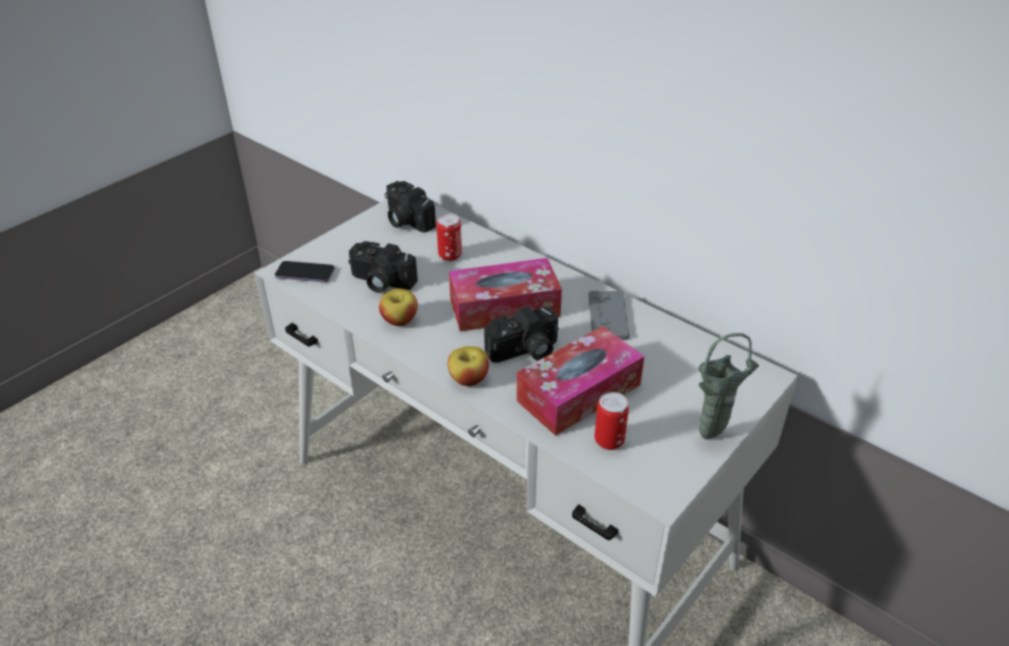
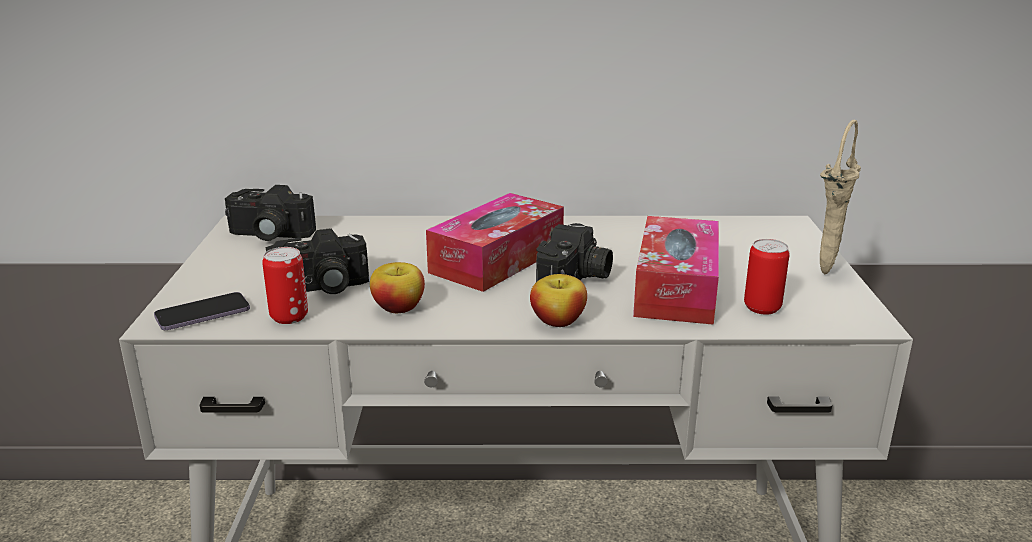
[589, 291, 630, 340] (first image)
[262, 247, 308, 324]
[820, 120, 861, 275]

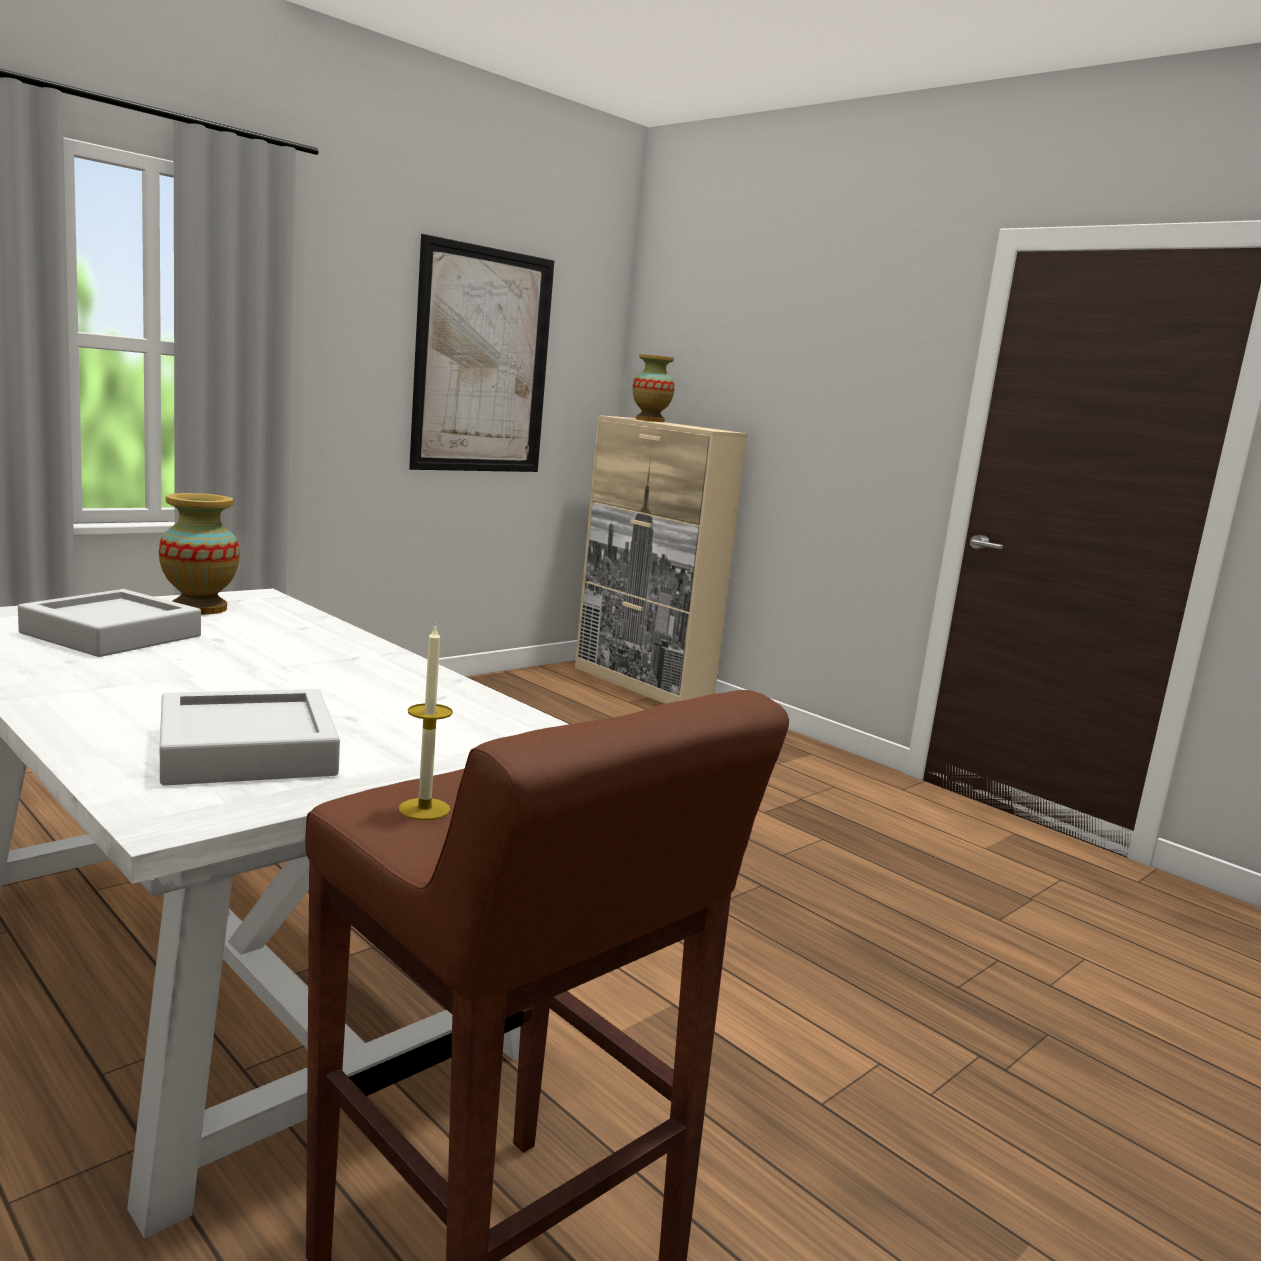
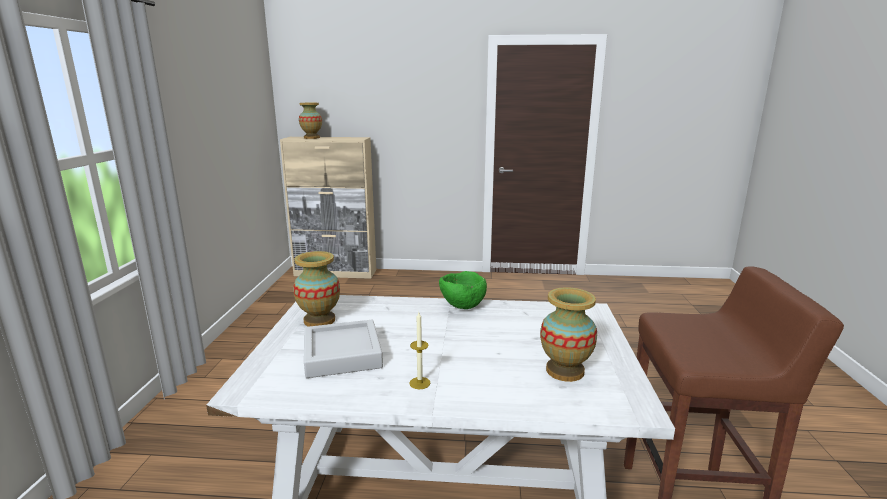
[409, 234, 554, 472] (first image)
[439, 271, 487, 309]
[410, 312, 431, 389]
[540, 287, 597, 382]

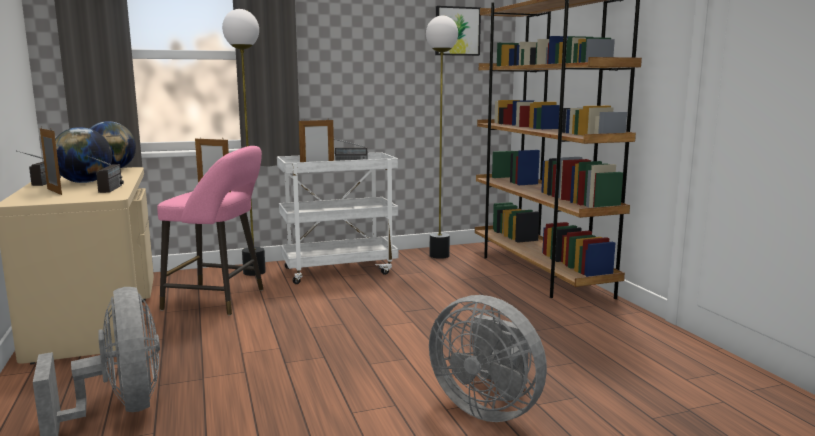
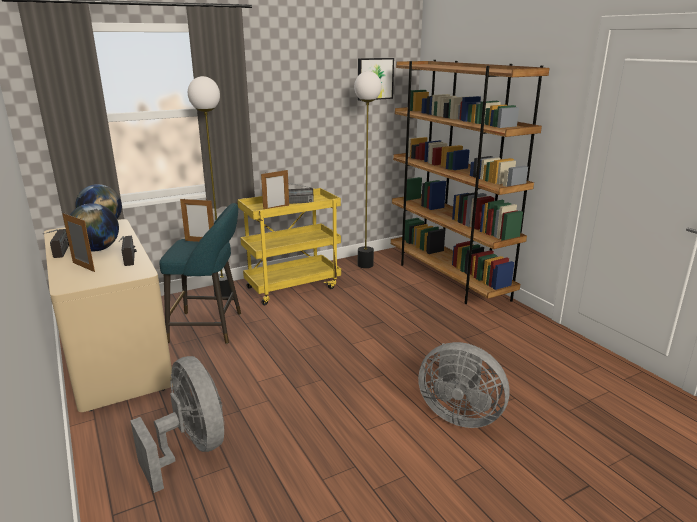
[159, 203, 241, 344]
[237, 188, 341, 305]

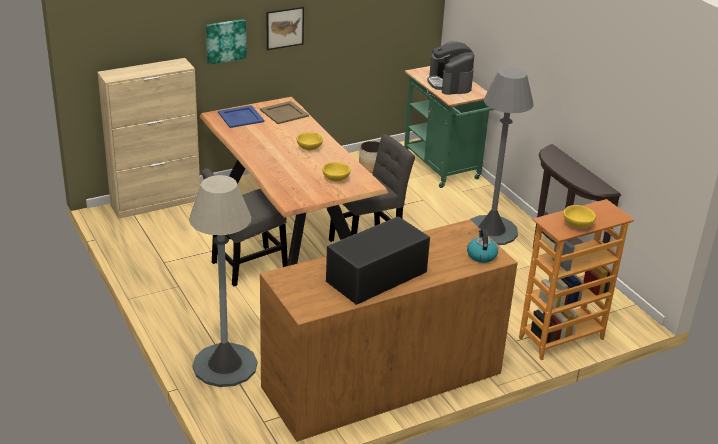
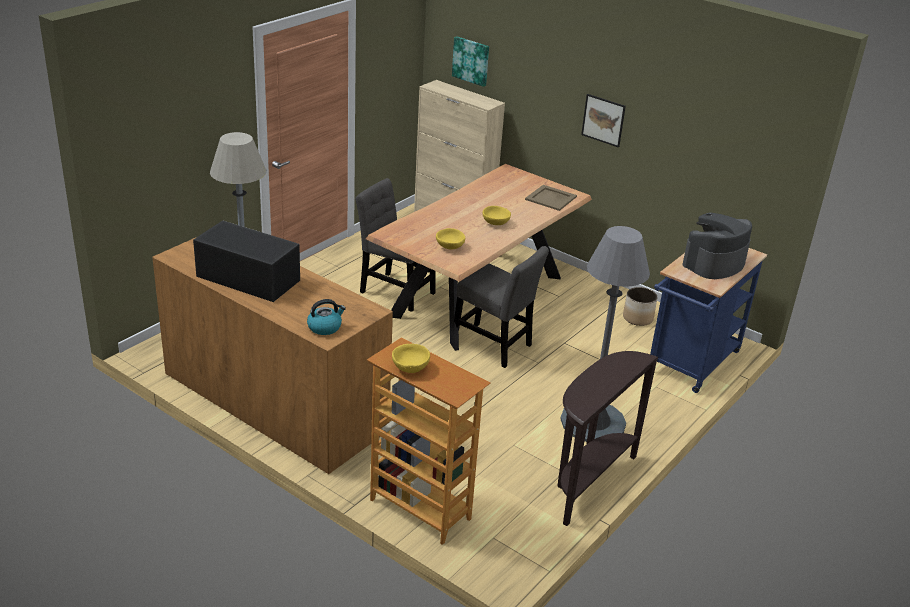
[218, 105, 265, 128] (first image)
[452, 36, 489, 87]
[650, 248, 767, 393]

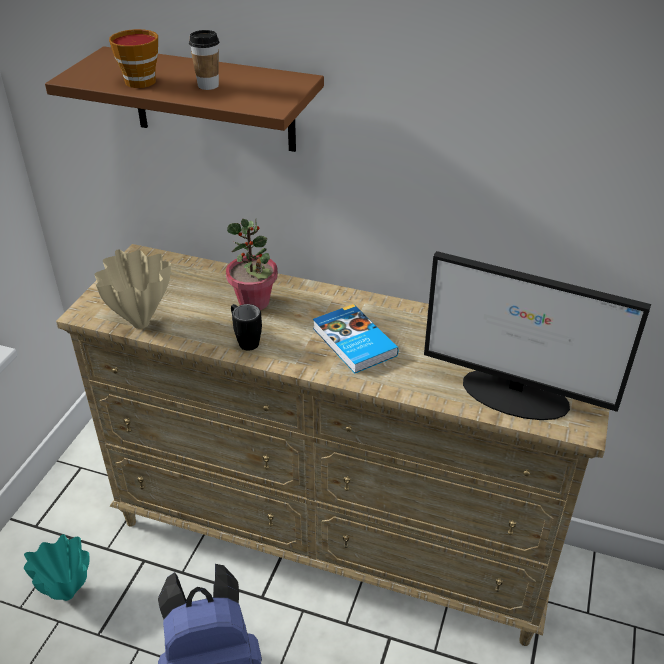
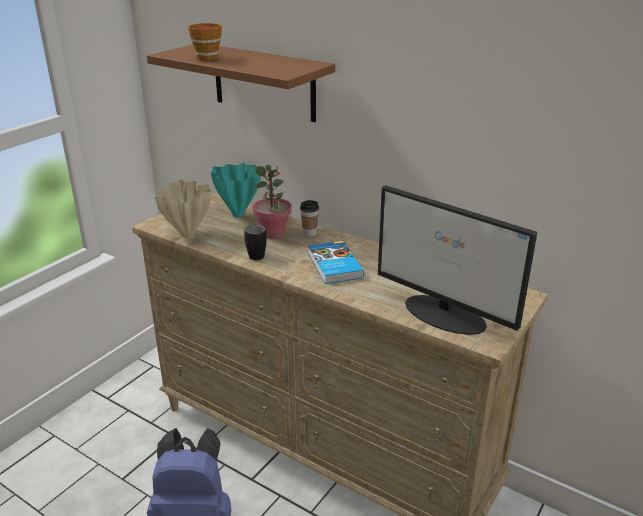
[211, 163, 261, 217]
[300, 200, 319, 237]

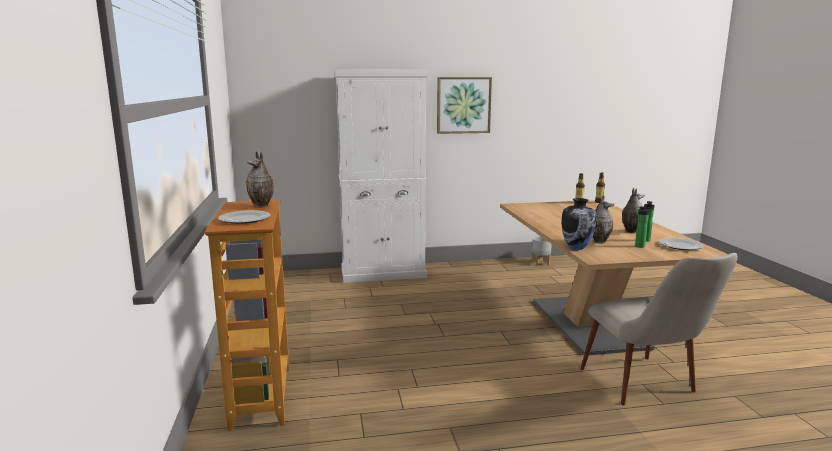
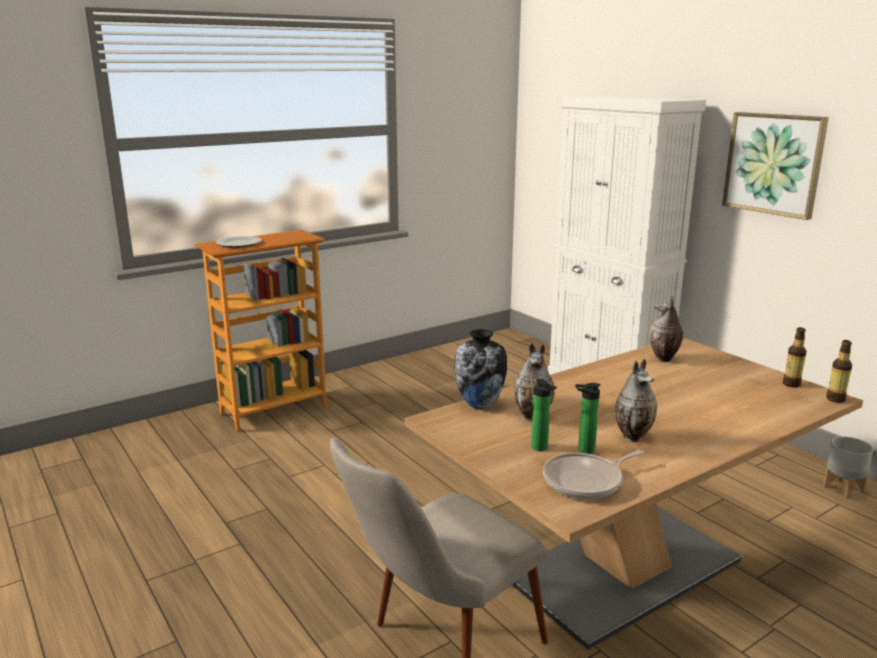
[649, 295, 683, 362]
[543, 450, 644, 499]

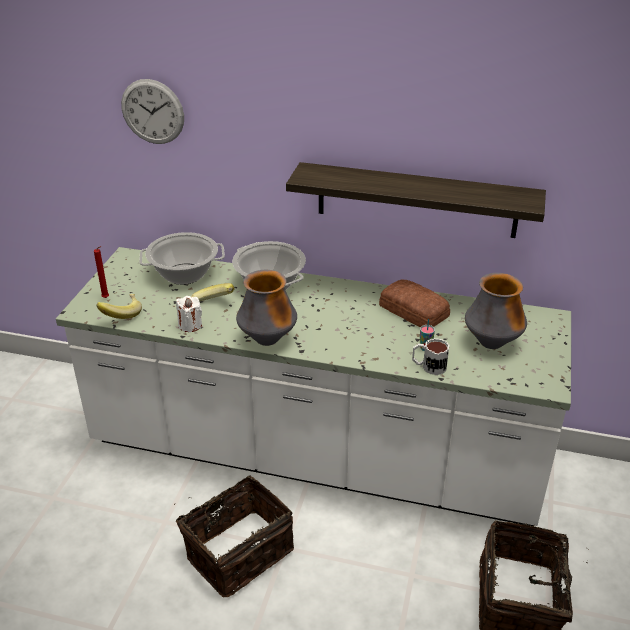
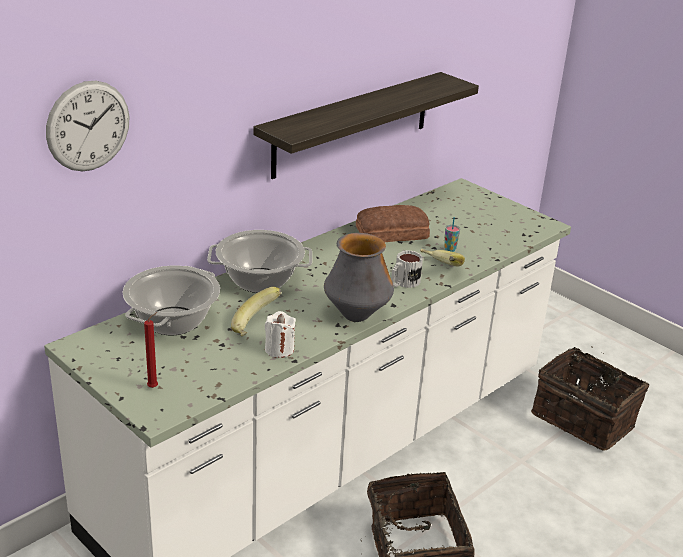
[465, 273, 527, 349] (first image)
[420, 249, 465, 267]
[391, 250, 423, 288]

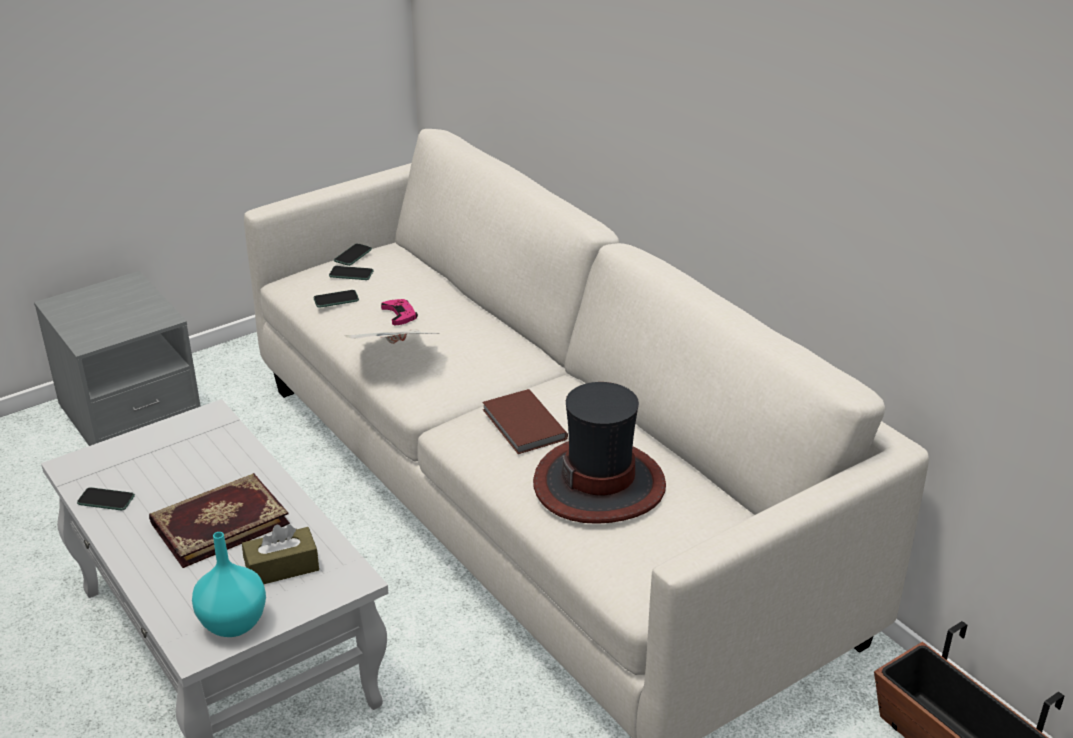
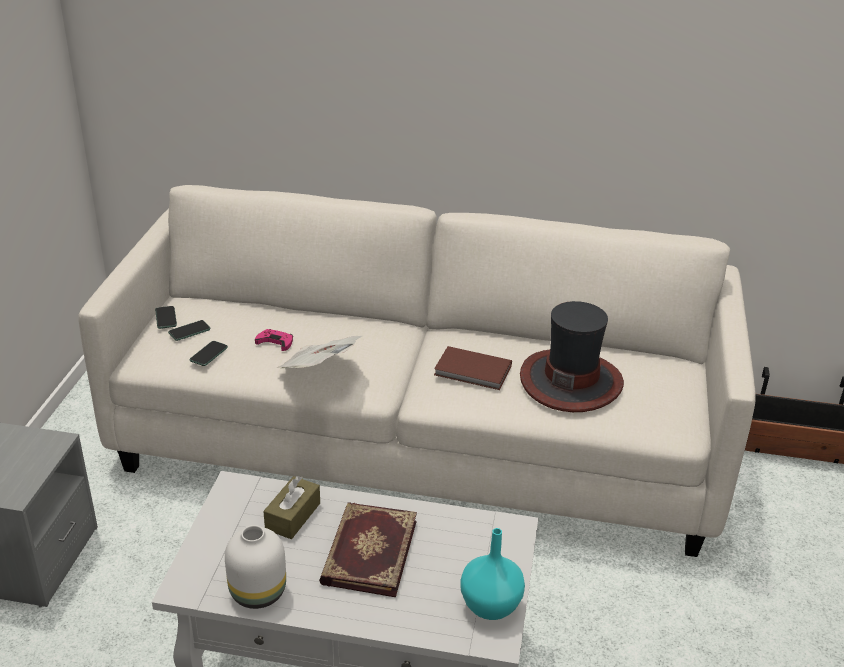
[263, 476, 320, 539]
[225, 525, 286, 609]

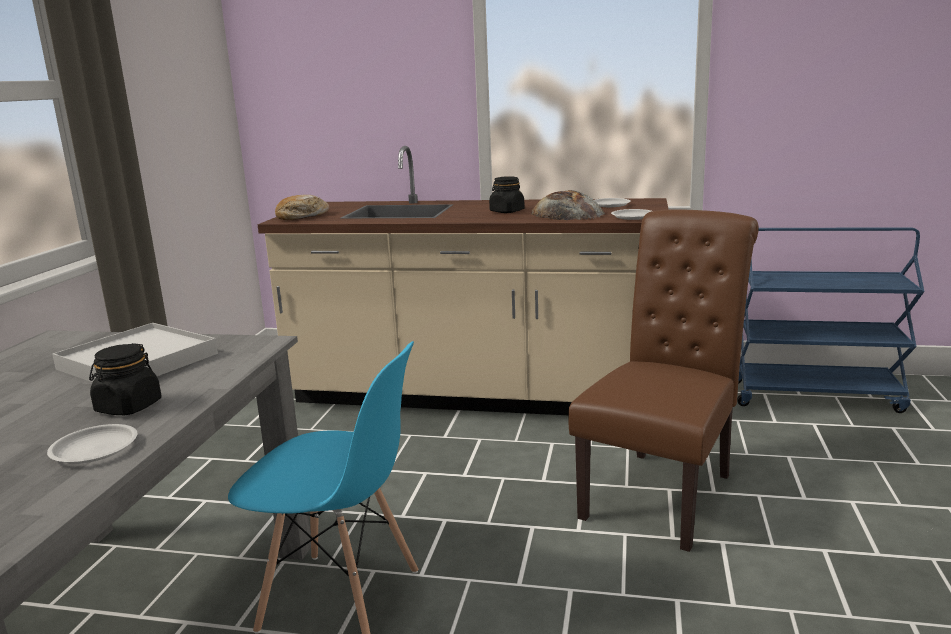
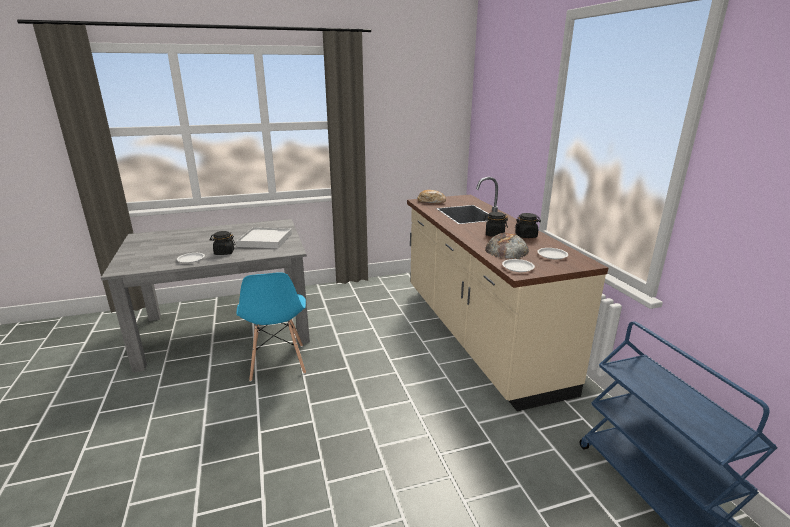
[568, 209, 759, 552] (first image)
[515, 213, 541, 238]

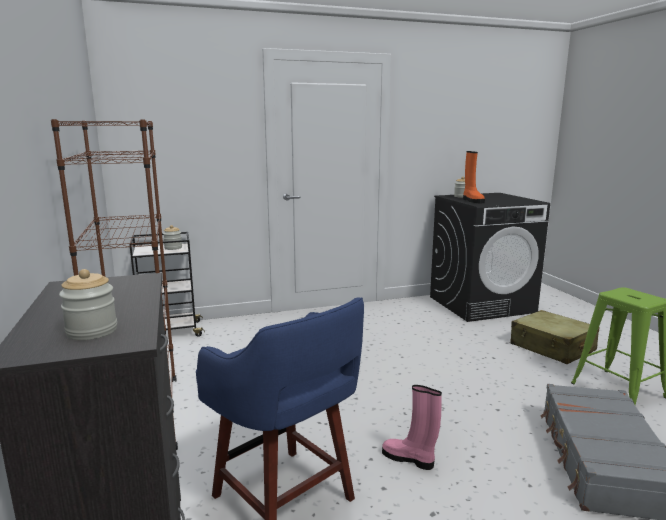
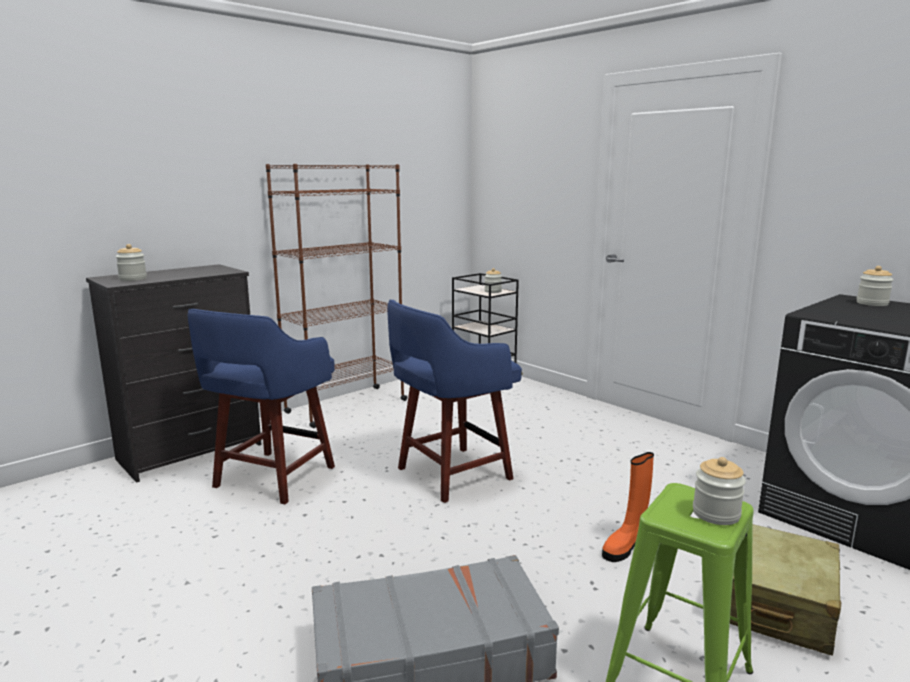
[382, 385, 442, 470] (first image)
[387, 300, 522, 503]
[693, 457, 746, 525]
[602, 452, 654, 562]

